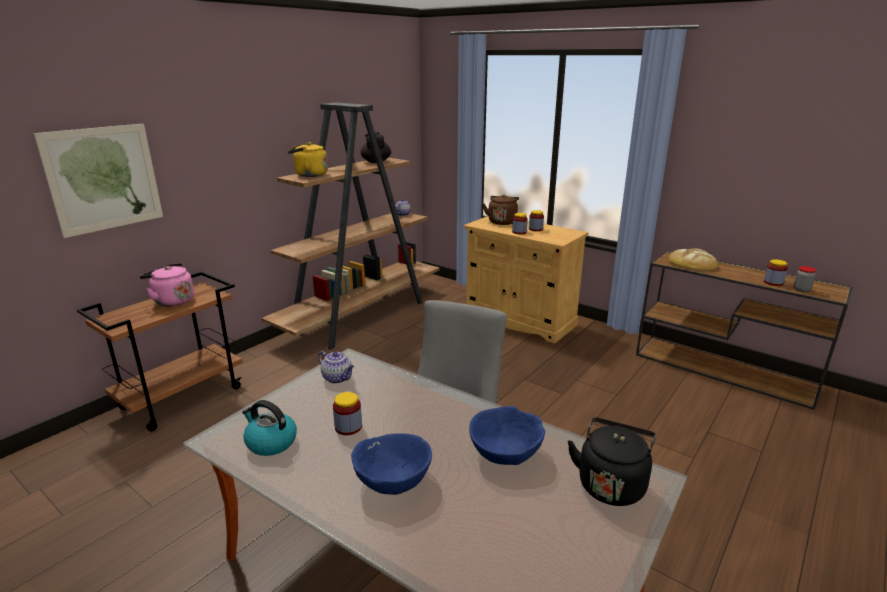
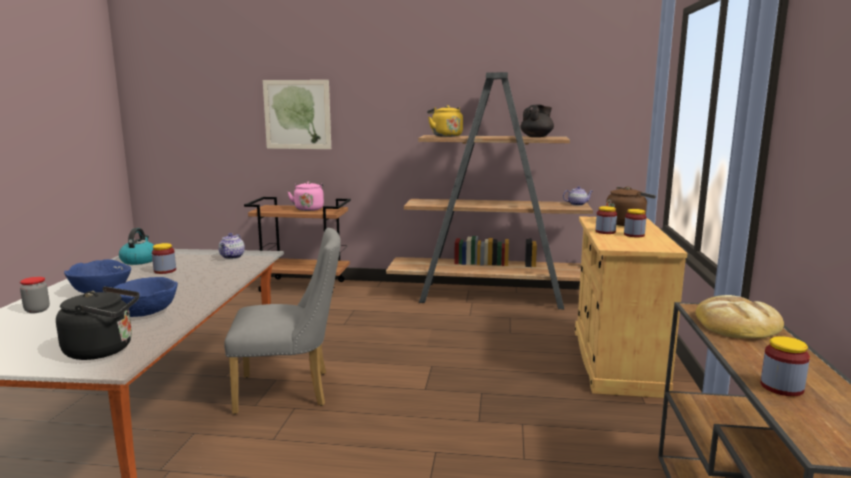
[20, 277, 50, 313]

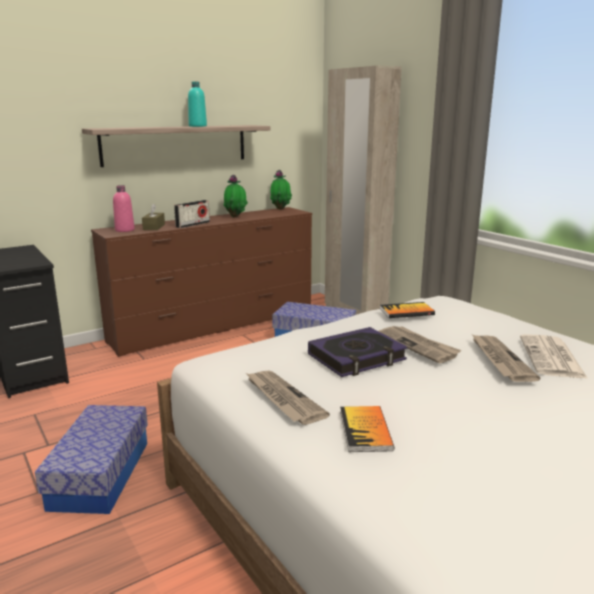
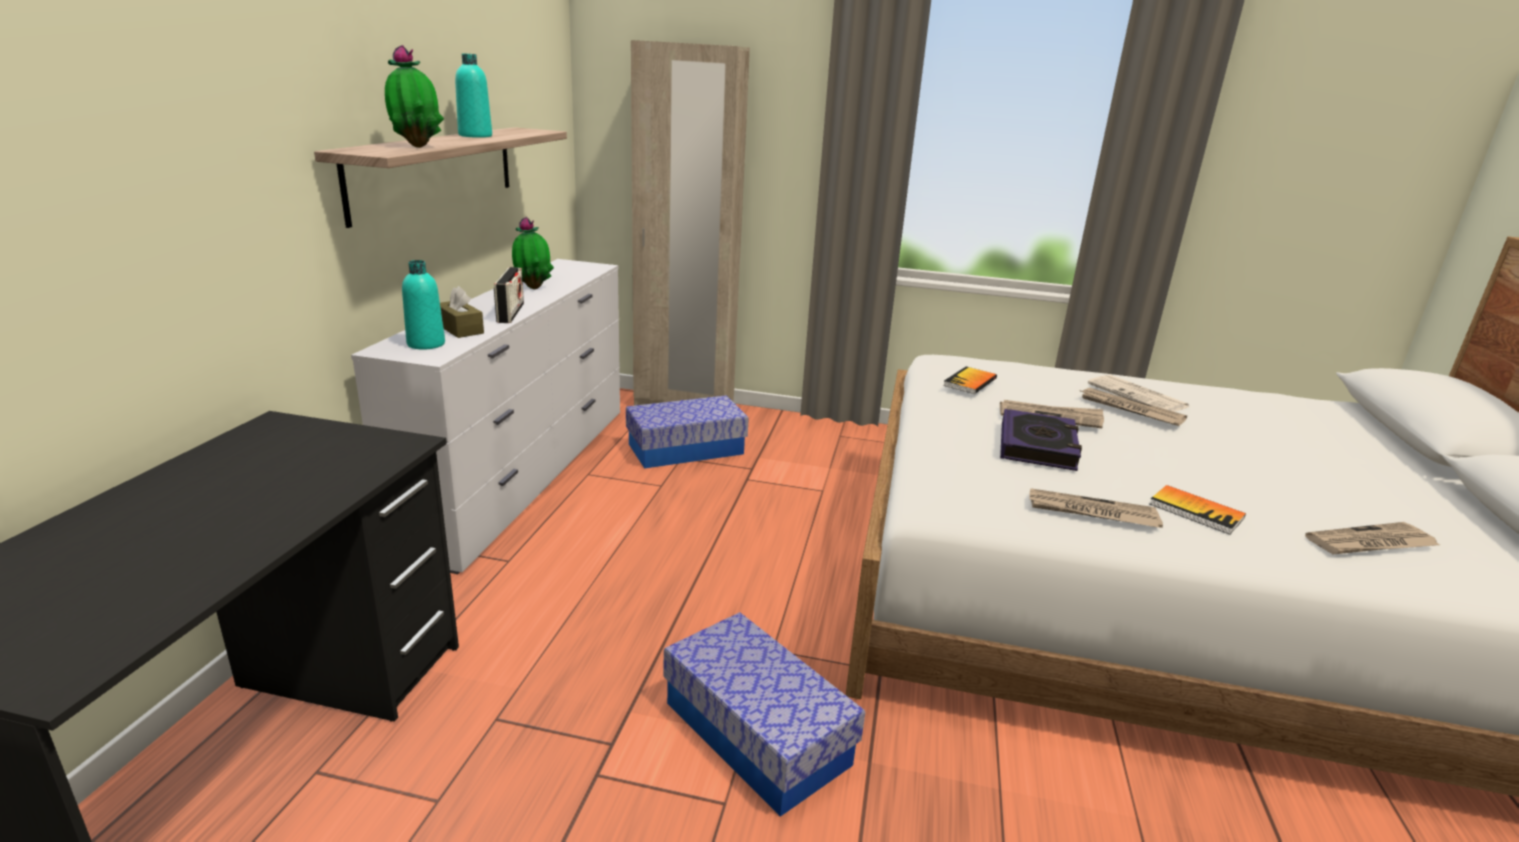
[1305, 522, 1440, 554]
[385, 45, 444, 148]
[351, 259, 620, 574]
[402, 260, 445, 350]

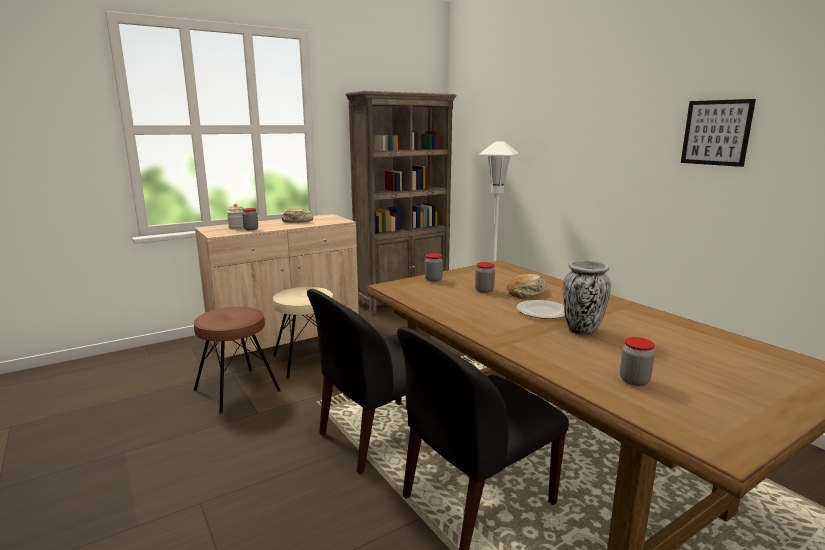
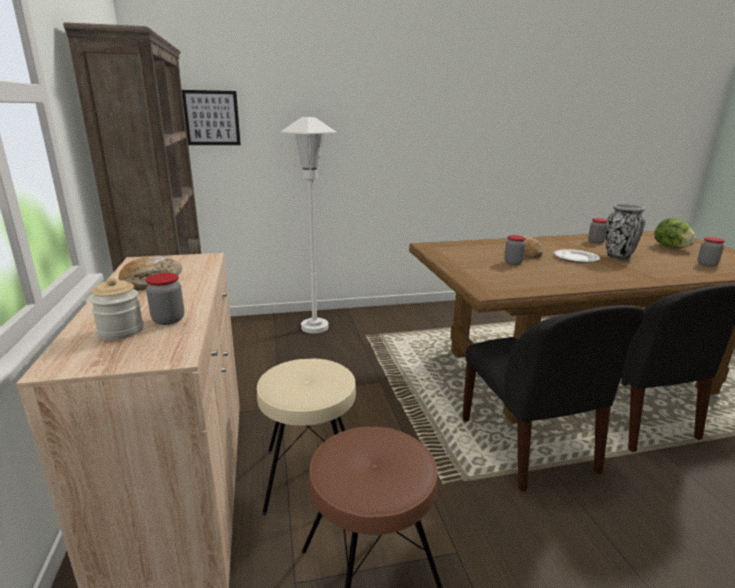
[654, 217, 697, 249]
[588, 218, 607, 244]
[182, 90, 241, 145]

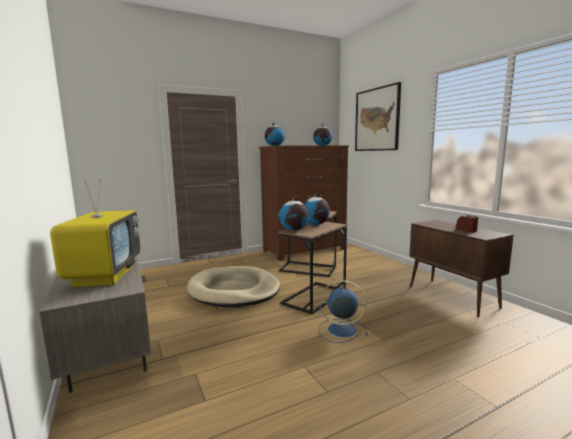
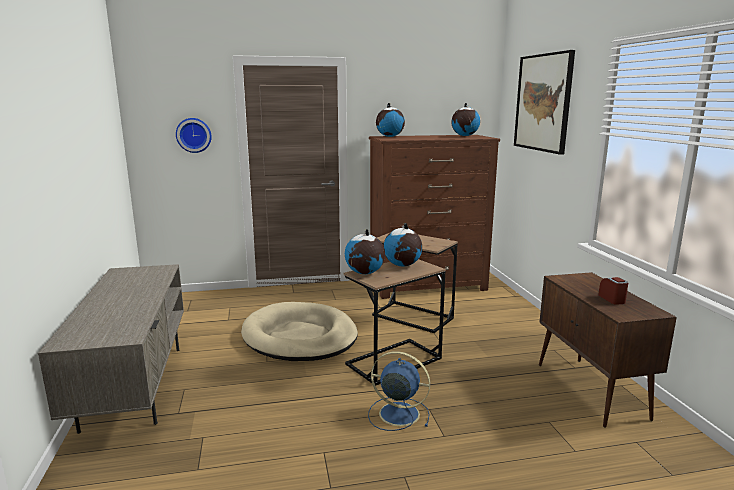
[50, 179, 141, 287] (first image)
[176, 118, 212, 153]

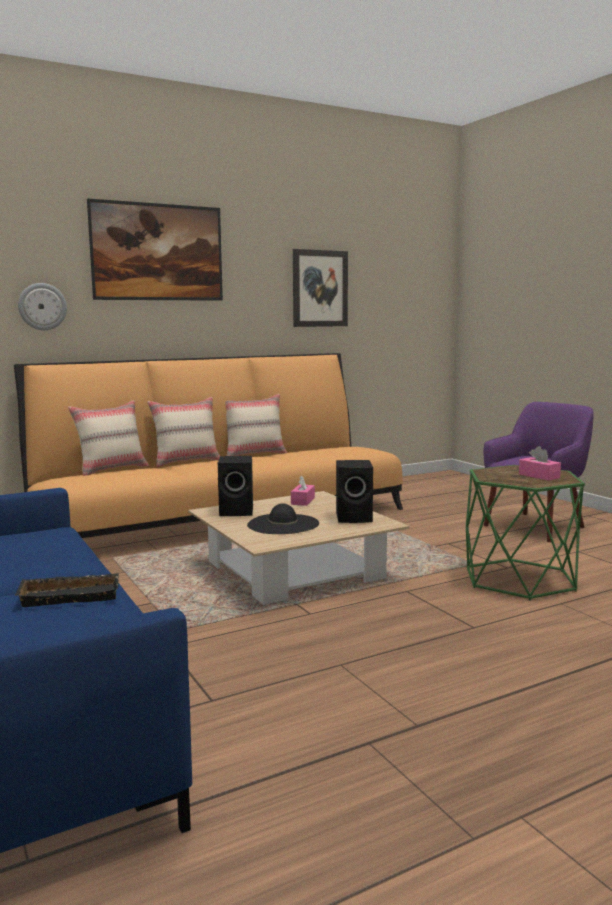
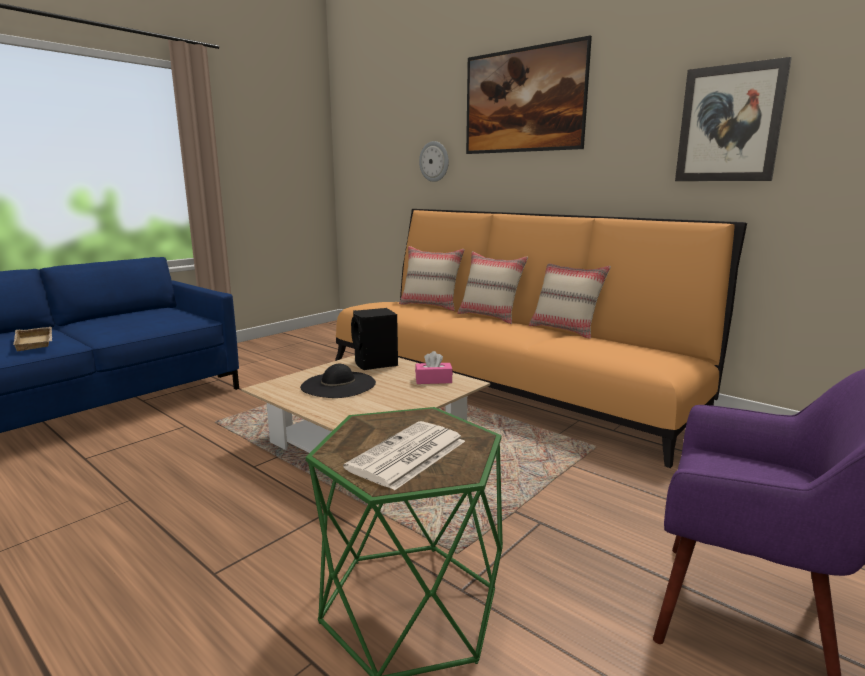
[336, 460, 373, 523] (first image)
[343, 421, 465, 491]
[13, 327, 52, 351]

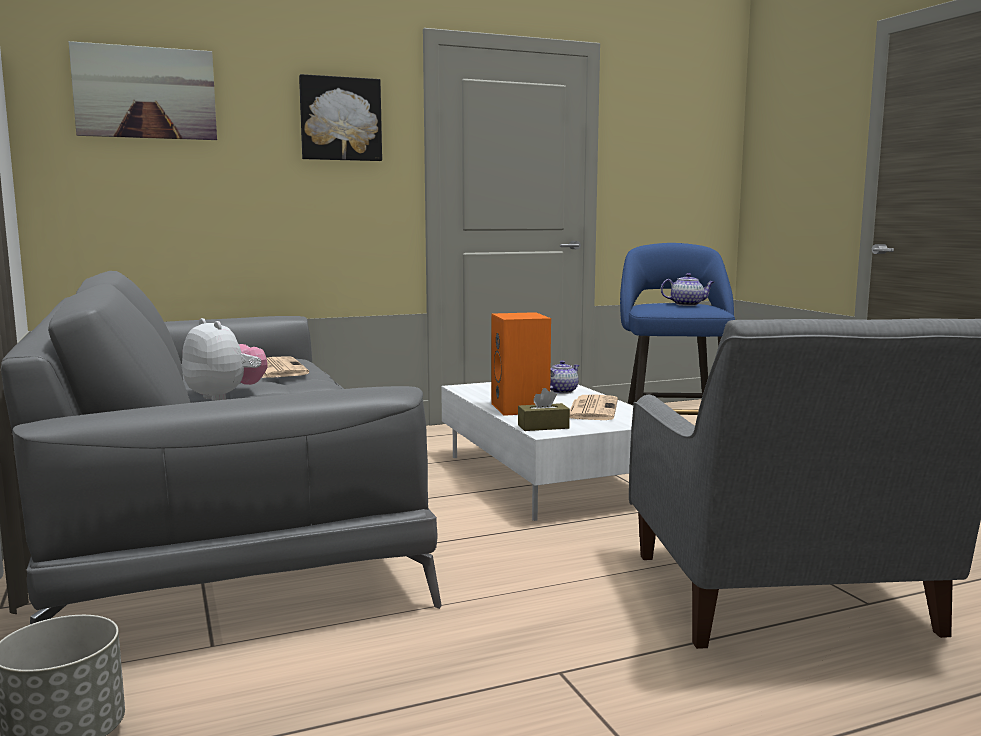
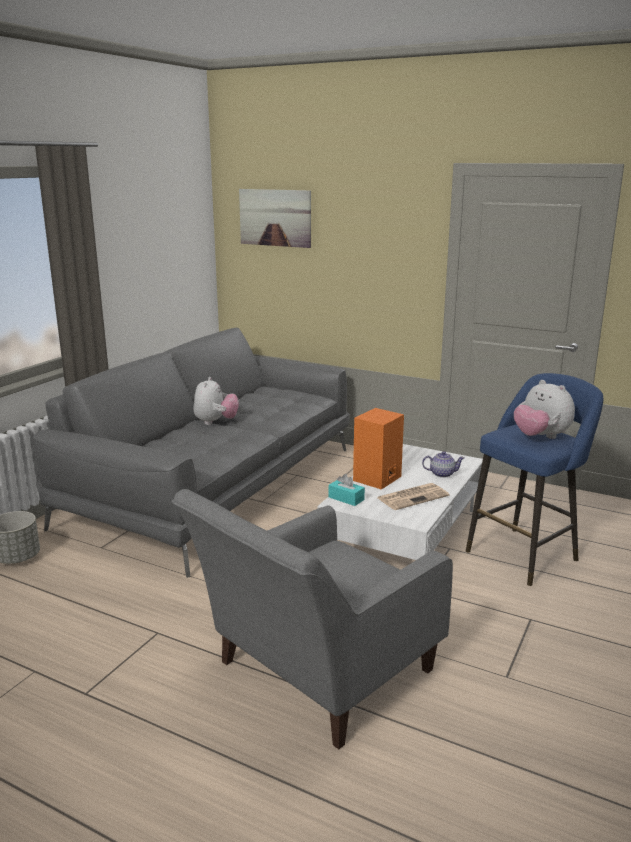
[262, 356, 309, 378] (first image)
[299, 74, 382, 161] (first image)
[514, 380, 575, 439]
[329, 474, 365, 506]

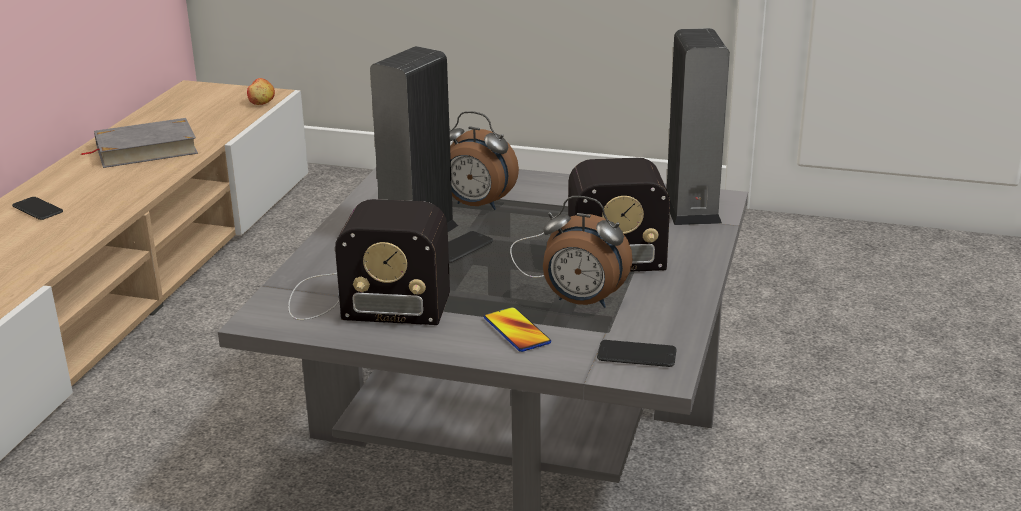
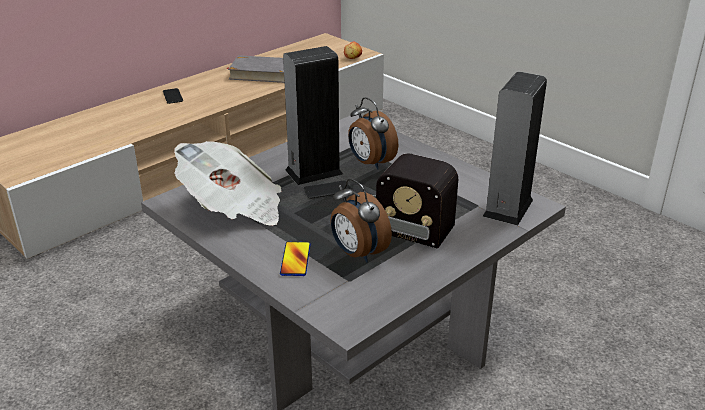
[597, 340, 677, 367] (first image)
[174, 141, 281, 226]

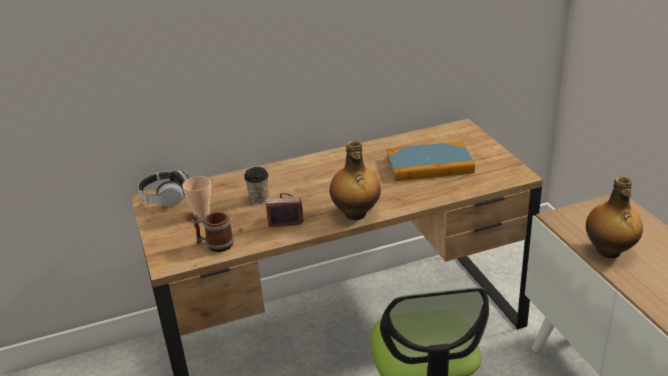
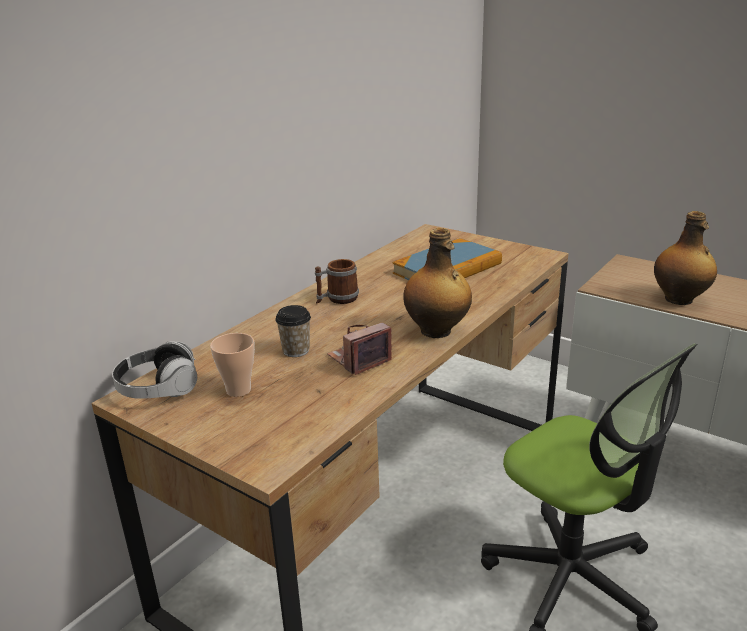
[315, 259, 359, 304]

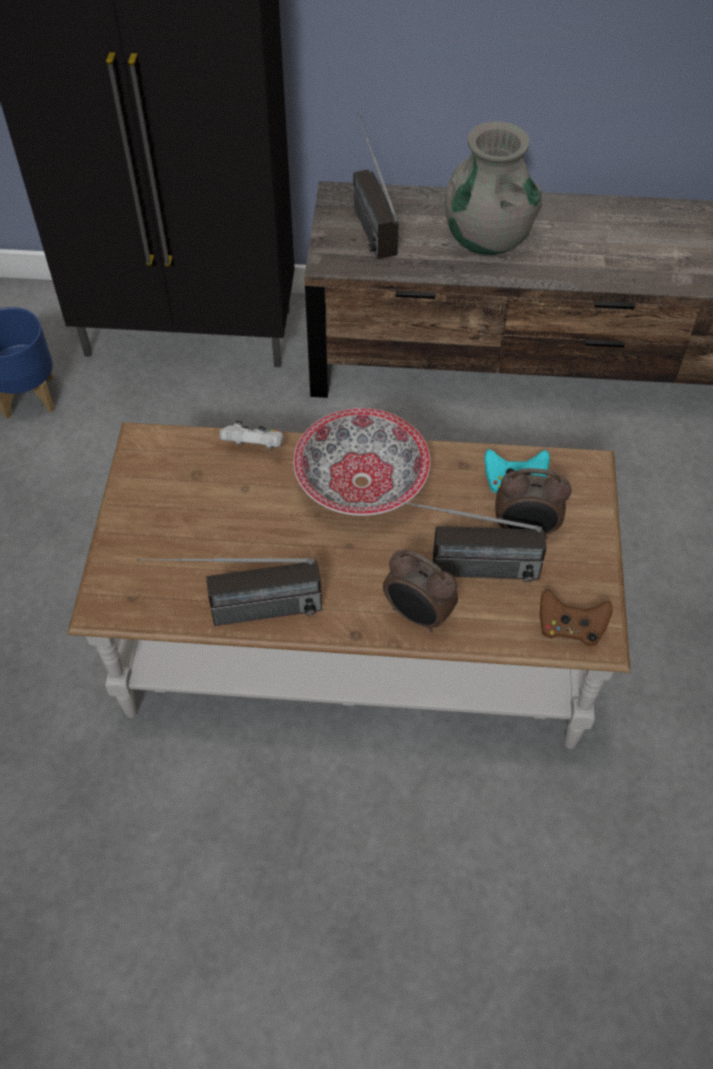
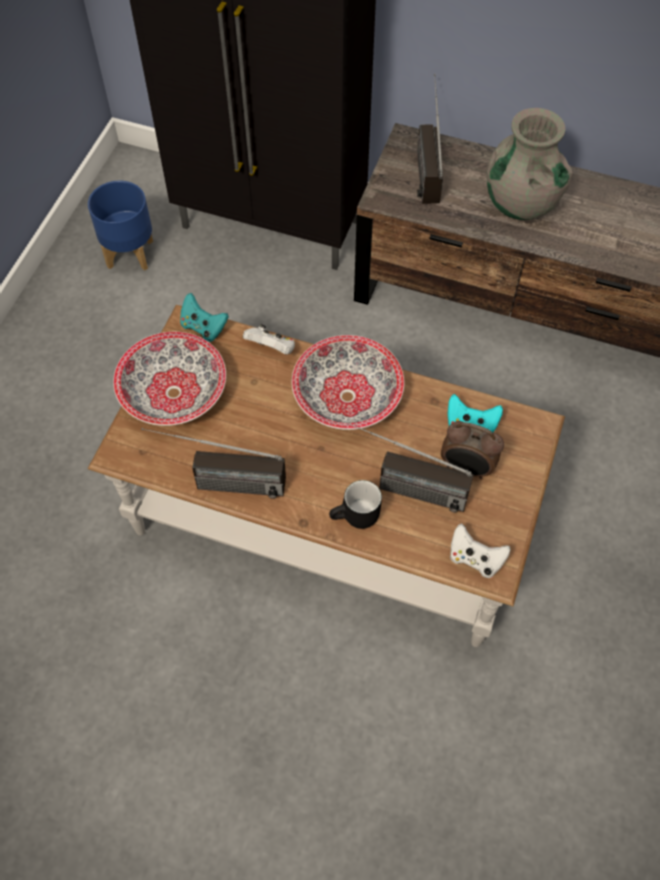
[113, 332, 226, 426]
[180, 293, 229, 342]
[329, 480, 382, 529]
[450, 523, 511, 578]

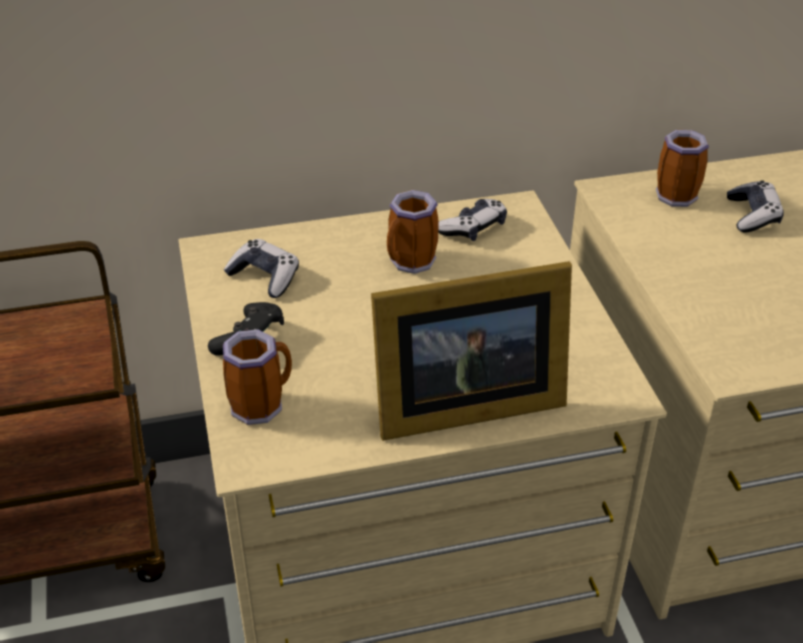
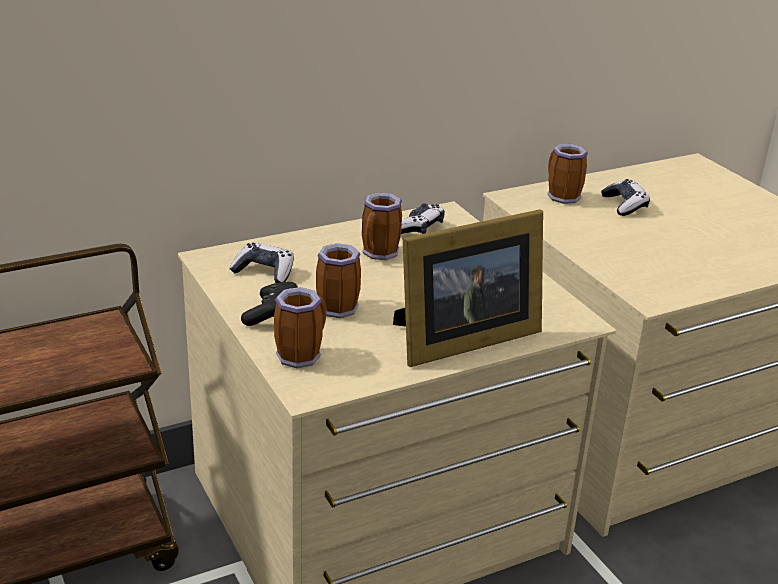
[316, 243, 361, 318]

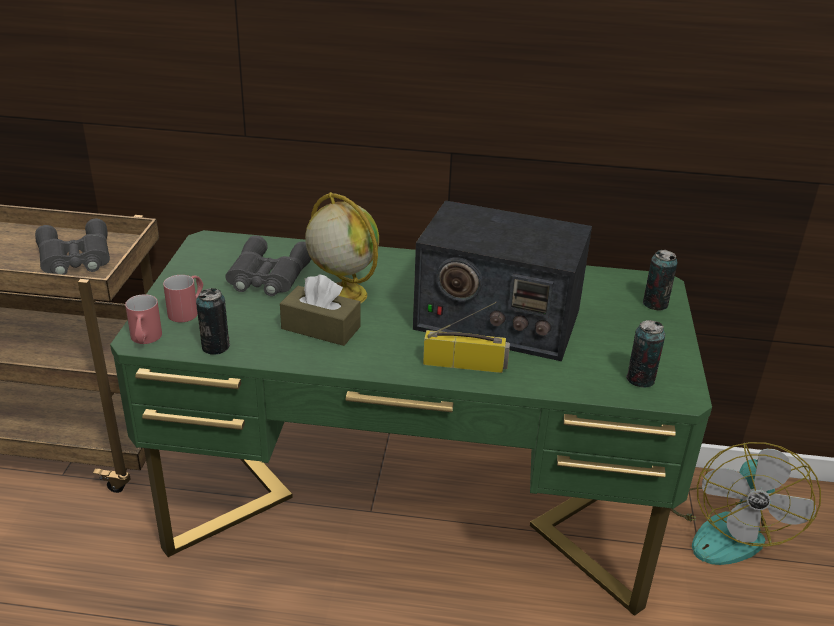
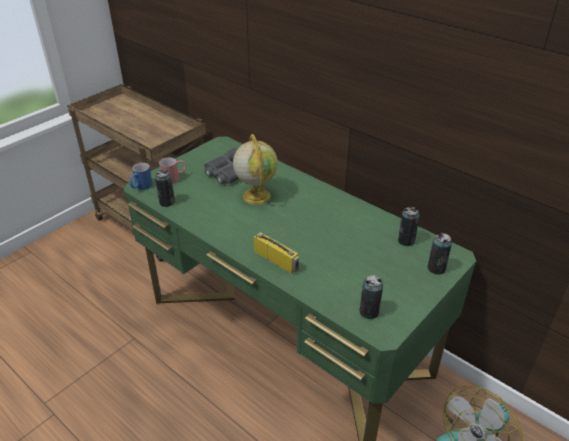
[35, 219, 110, 275] (first image)
[280, 275, 361, 346] (first image)
[413, 200, 592, 361] (first image)
[398, 206, 420, 246]
[129, 163, 153, 190]

